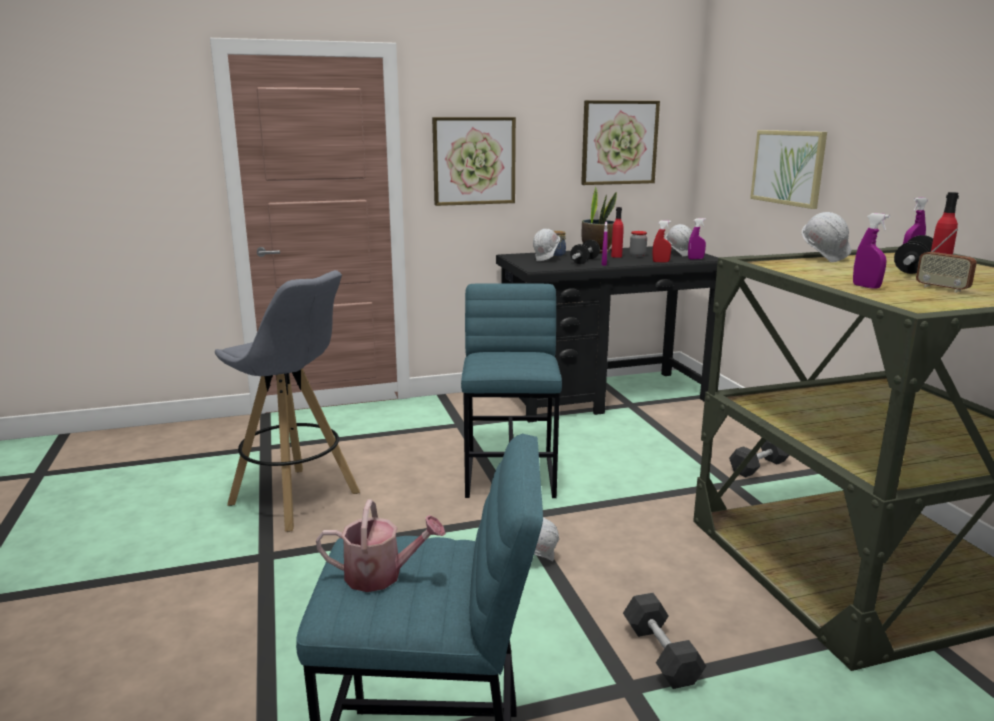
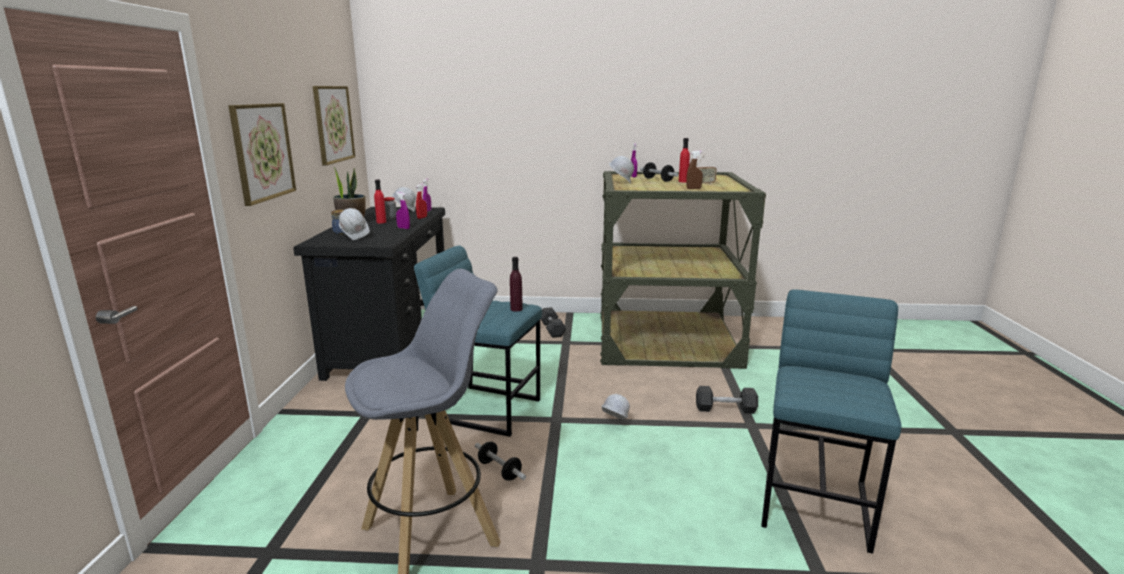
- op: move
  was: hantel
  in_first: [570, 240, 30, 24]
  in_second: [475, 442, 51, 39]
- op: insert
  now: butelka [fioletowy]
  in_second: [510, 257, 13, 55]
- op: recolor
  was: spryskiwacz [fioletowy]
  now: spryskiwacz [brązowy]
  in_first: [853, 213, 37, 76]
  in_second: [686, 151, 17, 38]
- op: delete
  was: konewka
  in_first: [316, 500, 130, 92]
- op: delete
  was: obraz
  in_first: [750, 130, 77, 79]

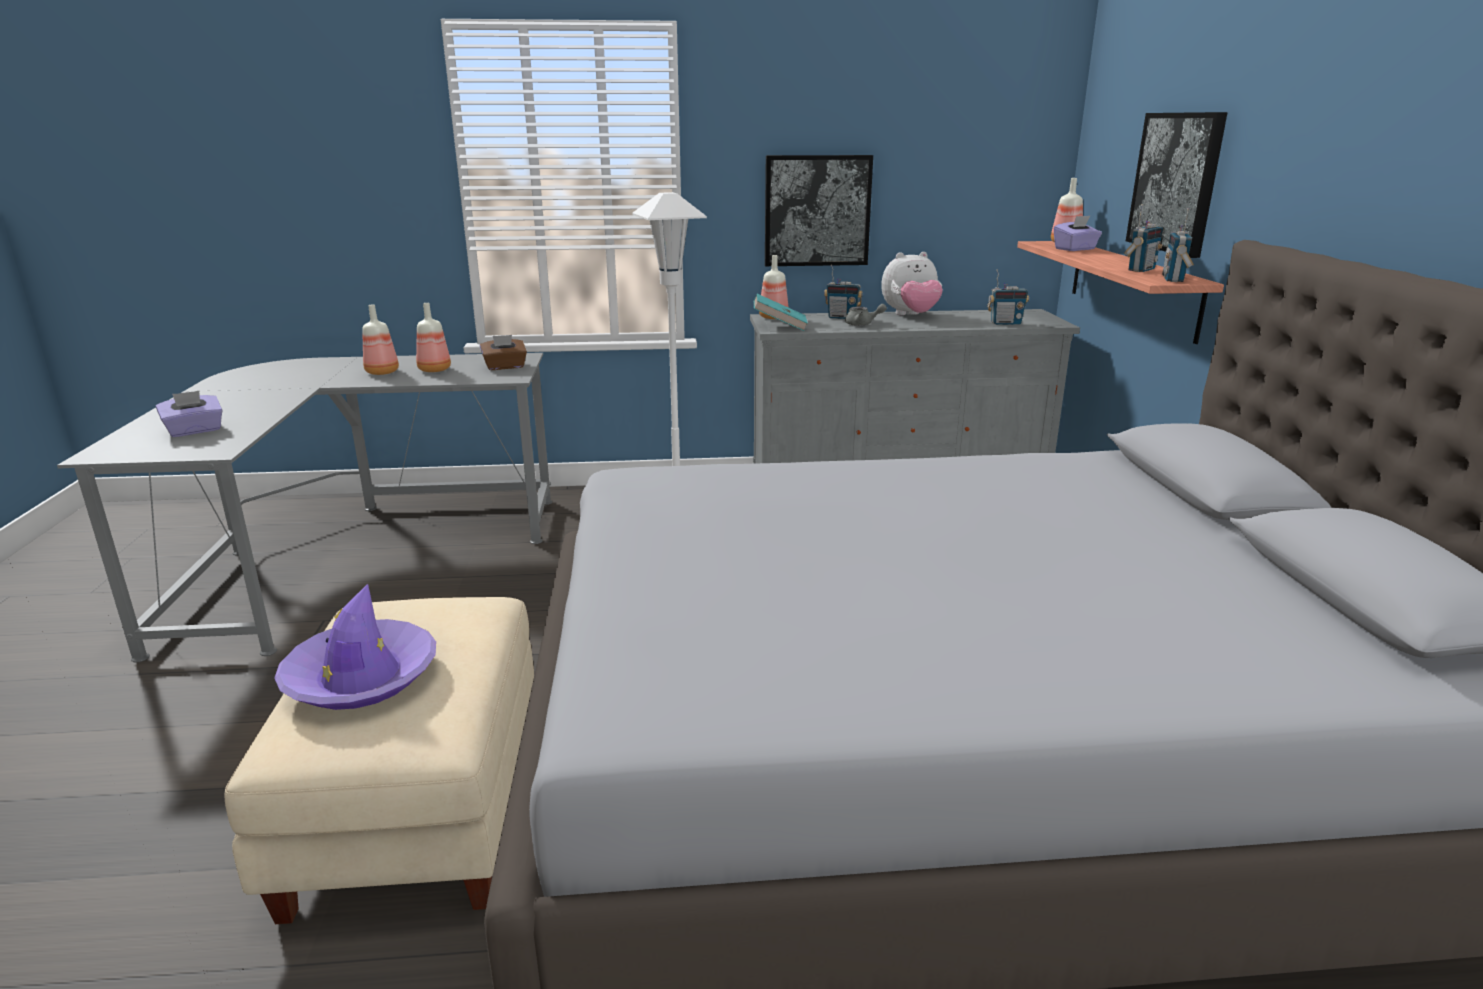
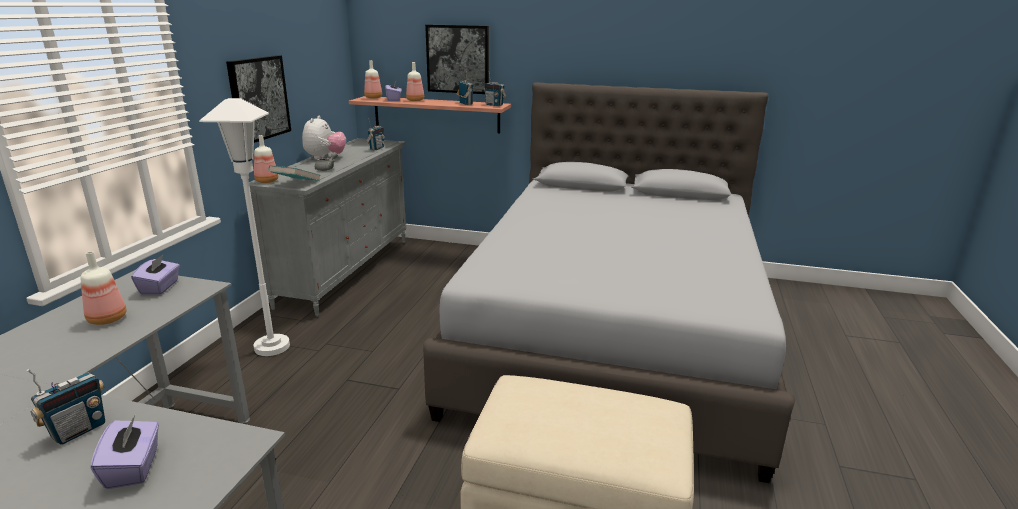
- op: move
  was: radio
  in_first: [824, 265, 39, 54]
  in_second: [27, 369, 78, 76]
- op: recolor
  was: pudełko chusteczek [brązowy]
  now: pudełko chusteczek [fioletowy]
  in_first: [480, 335, 47, 35]
  in_second: [131, 255, 49, 40]
- op: move
  was: butelka
  in_first: [362, 305, 37, 70]
  in_second: [406, 62, 18, 39]
- op: delete
  was: kapelusz [fioletowy]
  in_first: [274, 584, 162, 126]

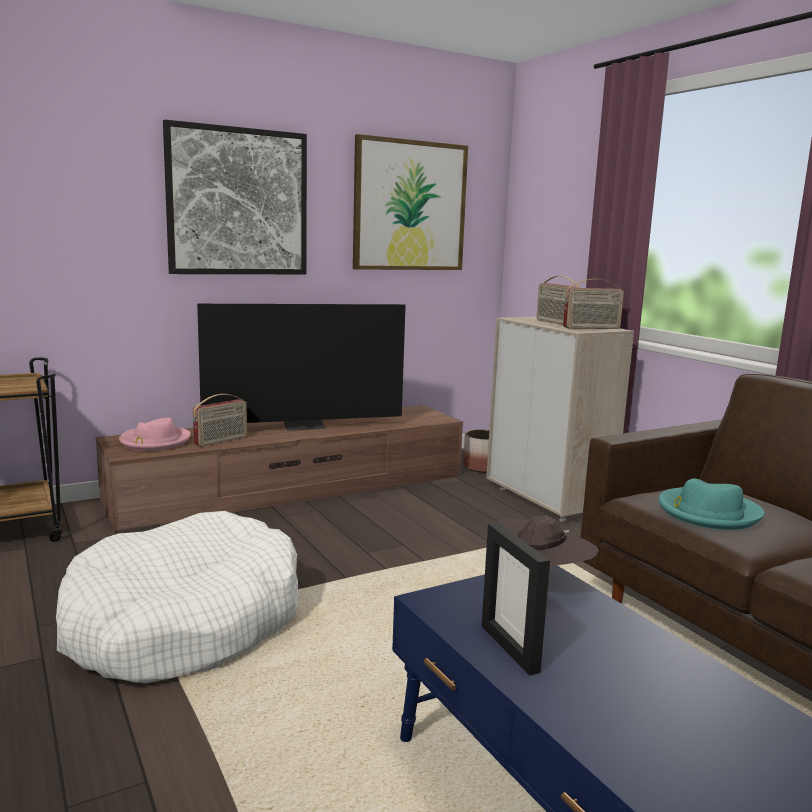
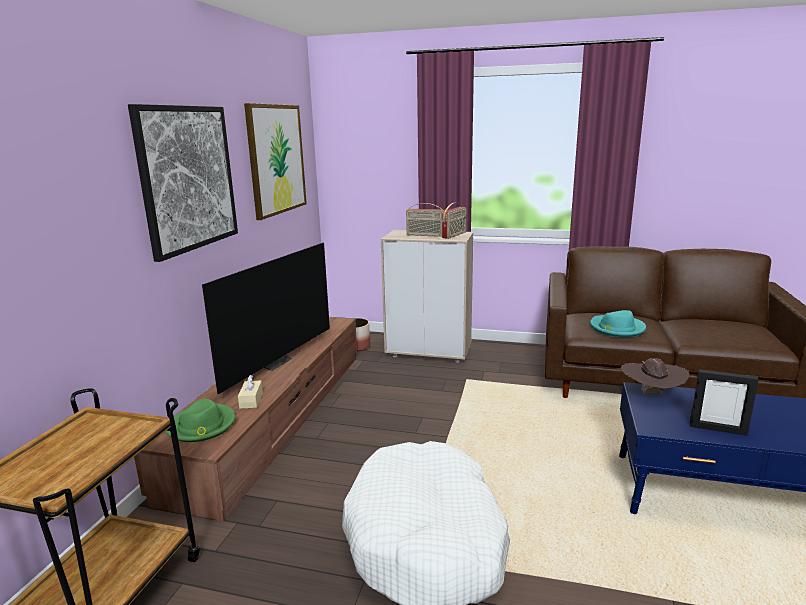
- op: recolor
  was: kapelusz [różowy]
  now: kapelusz [zielony]
  in_first: [119, 418, 71, 33]
  in_second: [165, 399, 71, 43]
- op: replace
  was: radio
  now: pudełko chusteczek [beżowy]
  in_first: [193, 394, 54, 53]
  in_second: [238, 375, 25, 34]

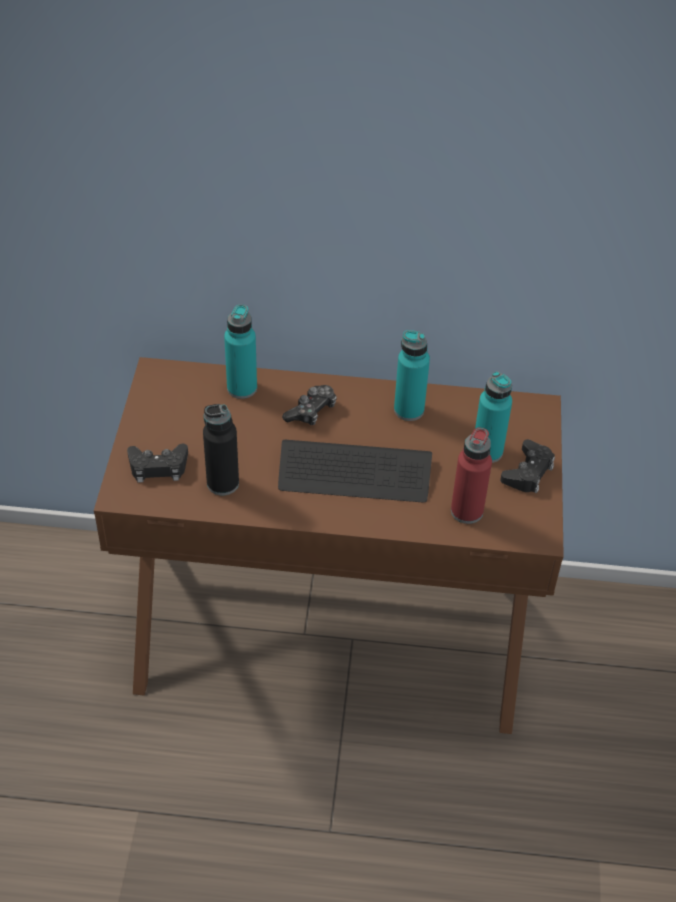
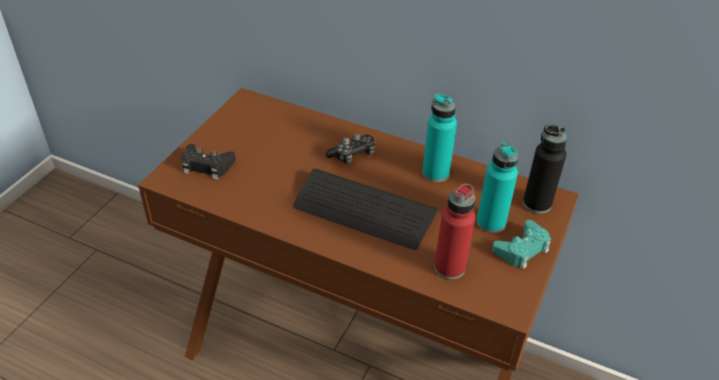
- op: recolor
  was: pad do gier [czarny]
  now: pad do gier [turkusowy]
  in_first: [500, 439, 55, 54]
  in_second: [492, 220, 59, 49]
- op: move
  was: butelka [czarny]
  in_first: [203, 404, 36, 91]
  in_second: [523, 125, 44, 89]
- op: delete
  was: butelka [turkusowy]
  in_first: [224, 304, 33, 95]

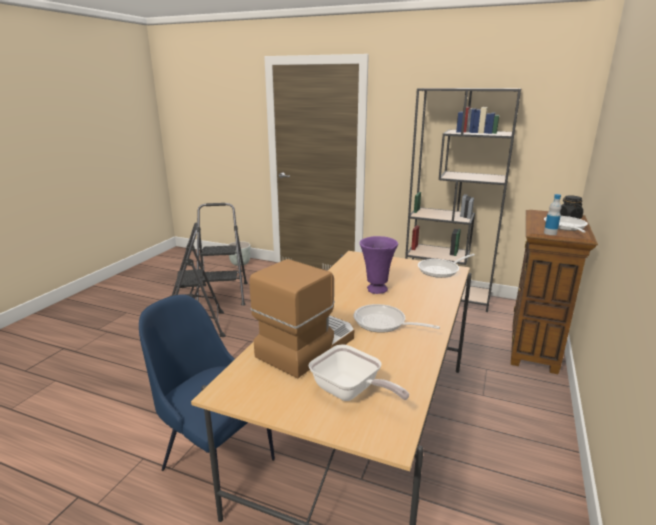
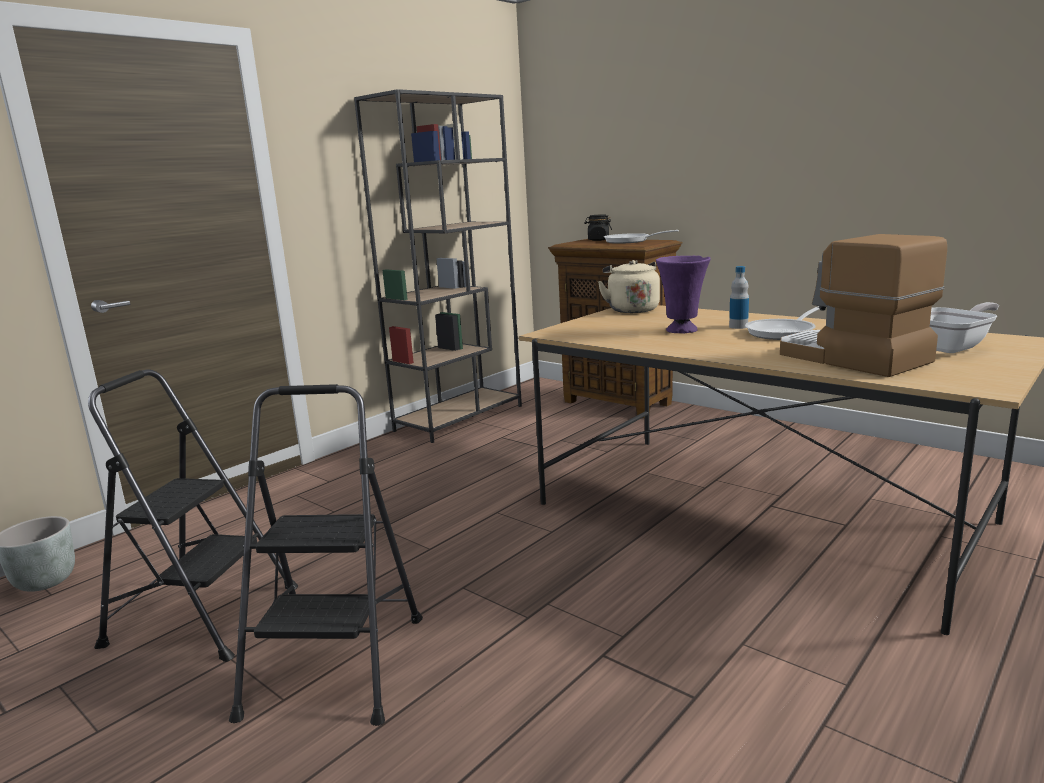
- op: replace
  was: patelnia
  now: czajnik [beżowy]
  in_first: [418, 254, 57, 24]
  in_second: [598, 260, 62, 53]
- op: move
  was: butelka
  in_first: [544, 194, 17, 41]
  in_second: [729, 266, 20, 63]
- op: delete
  was: krzesło [niebieski]
  in_first: [139, 294, 136, 211]

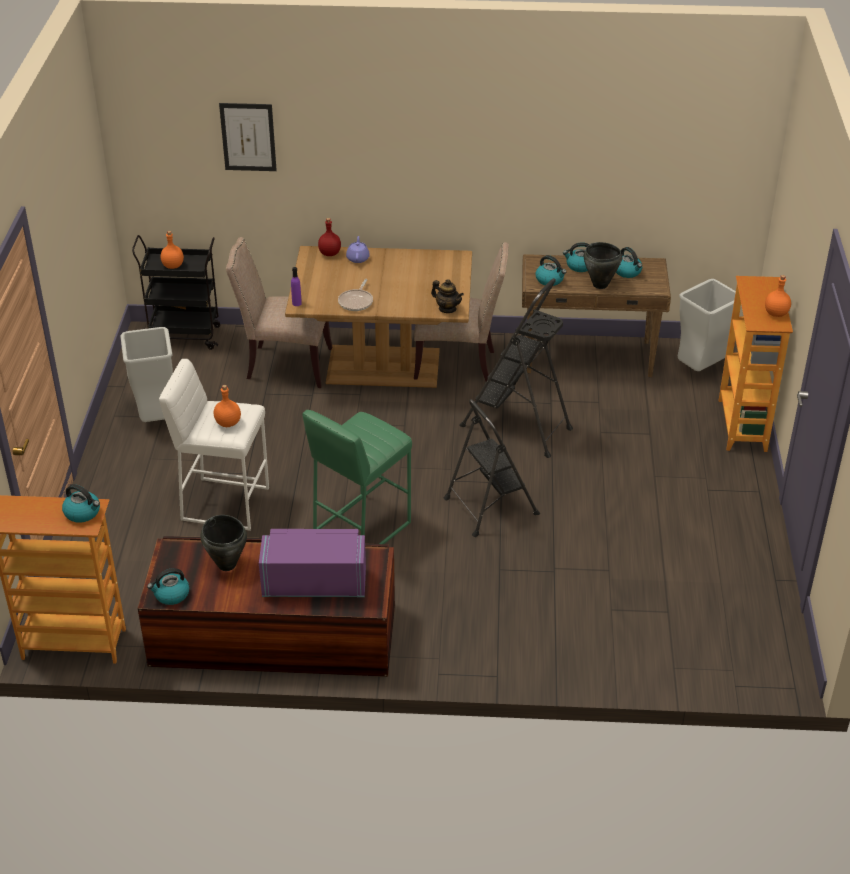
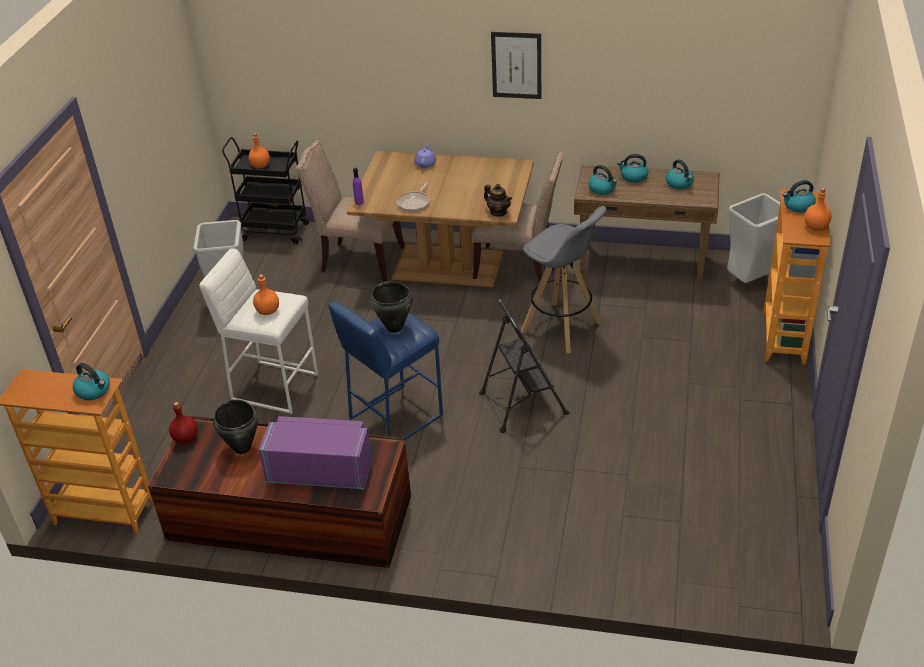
- op: move
  was: butelka [czerwony]
  in_first: [318, 218, 23, 38]
  in_second: [169, 402, 29, 42]
- op: recolor
  was: stołek [zielony]
  now: stołek [niebieski]
  in_first: [302, 410, 110, 134]
  in_second: [328, 302, 115, 138]
- op: move
  was: garnek [czarny]
  in_first: [584, 242, 38, 47]
  in_second: [371, 281, 42, 52]
- op: move
  was: obraz
  in_first: [219, 103, 58, 68]
  in_second: [491, 32, 50, 67]
- op: replace
  was: drabinka
  now: stołek [szary]
  in_first: [459, 278, 114, 180]
  in_second: [521, 206, 86, 147]
- op: move
  was: czajnik
  in_first: [147, 568, 42, 37]
  in_second: [783, 180, 33, 33]

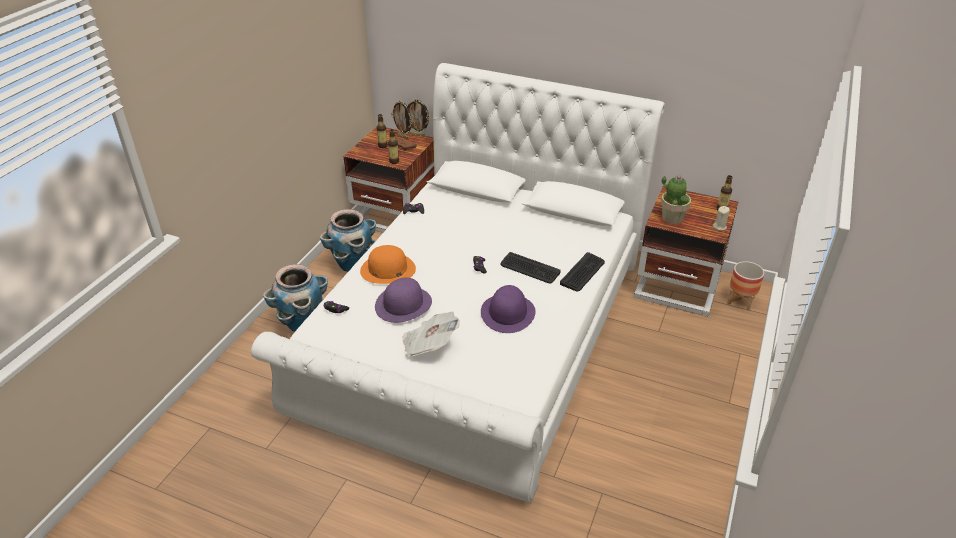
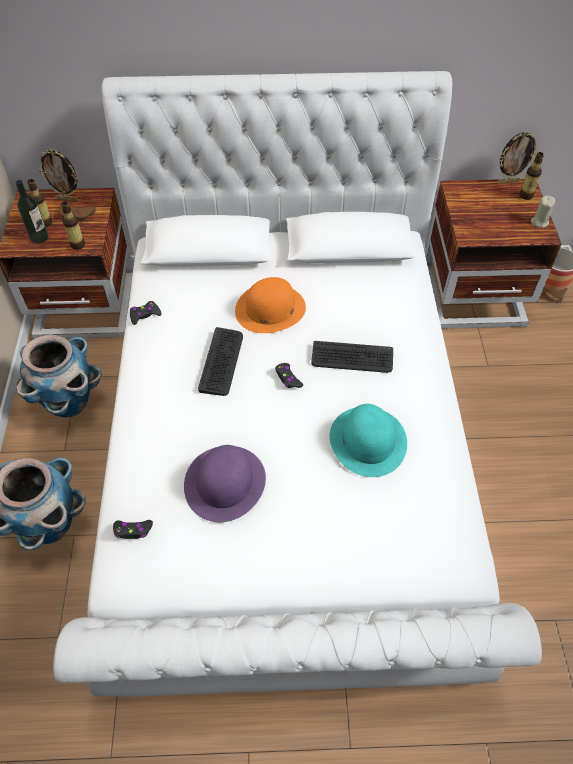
- op: insert
  now: butelka
  in_second: [15, 180, 34, 64]
- op: move
  was: klawiatura
  in_first: [560, 252, 45, 40]
  in_second: [198, 327, 45, 69]
- op: move
  was: kapelusz [pomarańczowy]
  in_first: [360, 245, 56, 39]
  in_second: [235, 277, 71, 56]
- op: recolor
  was: kapelusz [fioletowy]
  now: kapelusz [turkusowy]
  in_first: [481, 285, 55, 48]
  in_second: [330, 404, 77, 73]
- op: move
  was: ramka na zdjęcie
  in_first: [408, 99, 22, 38]
  in_second: [499, 131, 38, 53]
- op: delete
  was: gazeta
  in_first: [402, 312, 58, 45]
- op: delete
  was: roślina doniczkowa
  in_first: [661, 175, 30, 49]

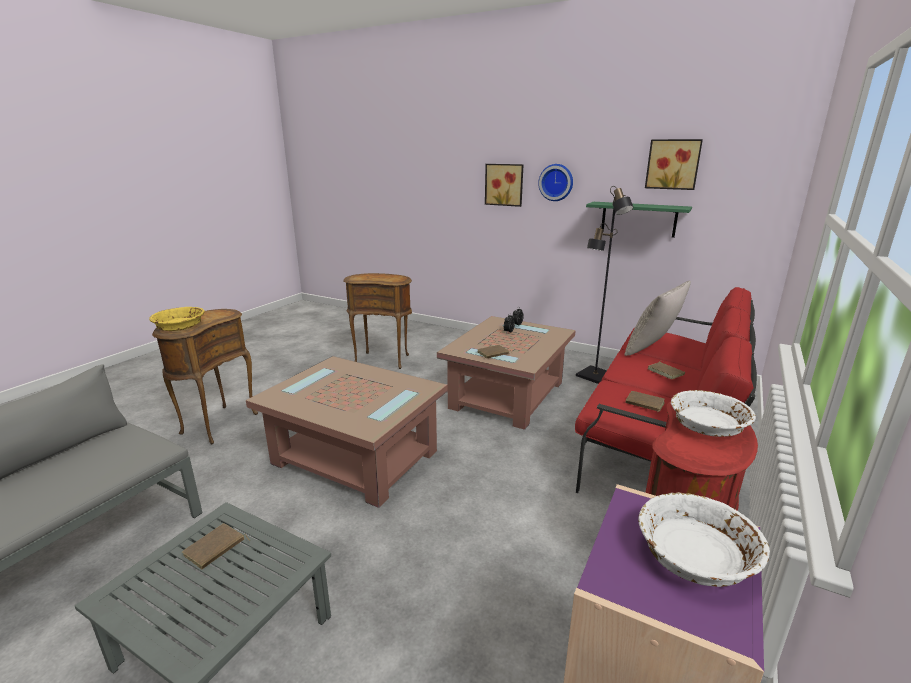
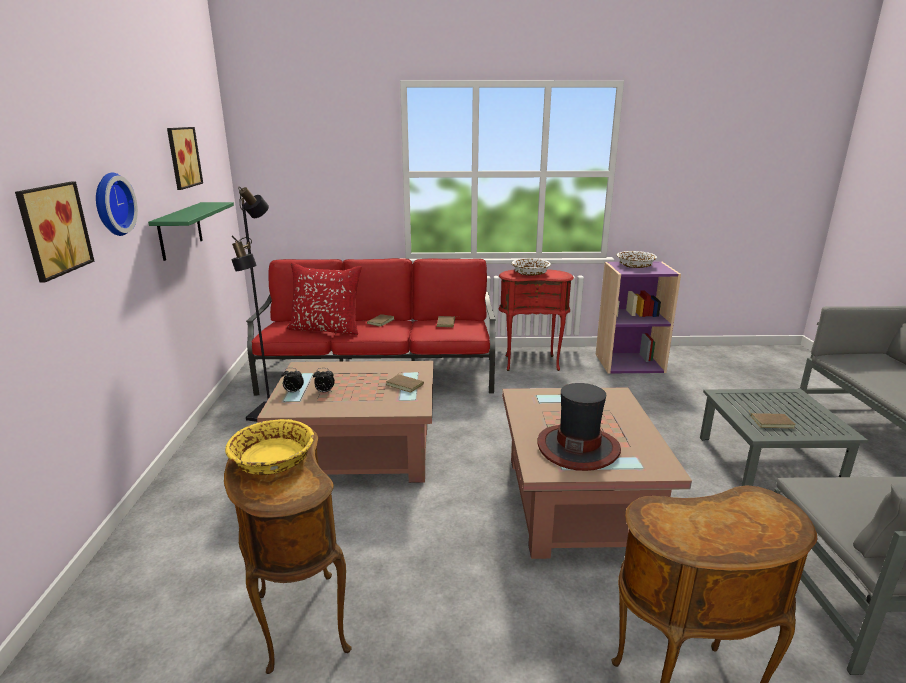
- op: move
  was: miska [żółty]
  in_first: [149, 307, 56, 24]
  in_second: [225, 419, 89, 56]
- op: recolor
  was: poduszka [szary]
  now: poduszka [czerwony]
  in_first: [625, 280, 66, 76]
  in_second: [287, 263, 75, 72]
- op: insert
  now: kapelusz
  in_second: [537, 383, 84, 88]

